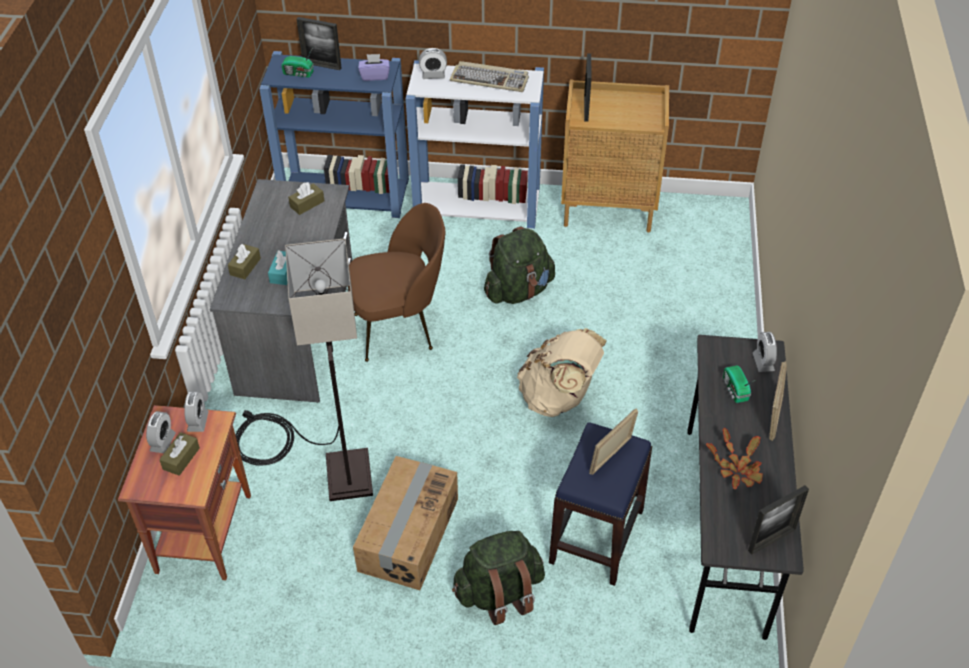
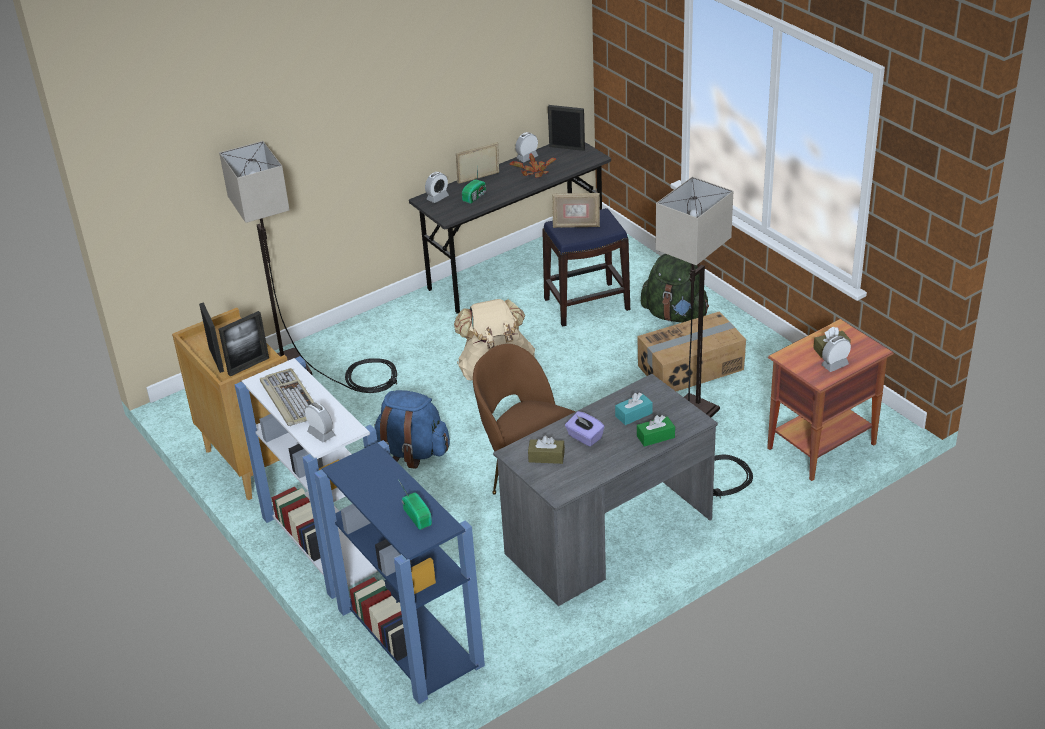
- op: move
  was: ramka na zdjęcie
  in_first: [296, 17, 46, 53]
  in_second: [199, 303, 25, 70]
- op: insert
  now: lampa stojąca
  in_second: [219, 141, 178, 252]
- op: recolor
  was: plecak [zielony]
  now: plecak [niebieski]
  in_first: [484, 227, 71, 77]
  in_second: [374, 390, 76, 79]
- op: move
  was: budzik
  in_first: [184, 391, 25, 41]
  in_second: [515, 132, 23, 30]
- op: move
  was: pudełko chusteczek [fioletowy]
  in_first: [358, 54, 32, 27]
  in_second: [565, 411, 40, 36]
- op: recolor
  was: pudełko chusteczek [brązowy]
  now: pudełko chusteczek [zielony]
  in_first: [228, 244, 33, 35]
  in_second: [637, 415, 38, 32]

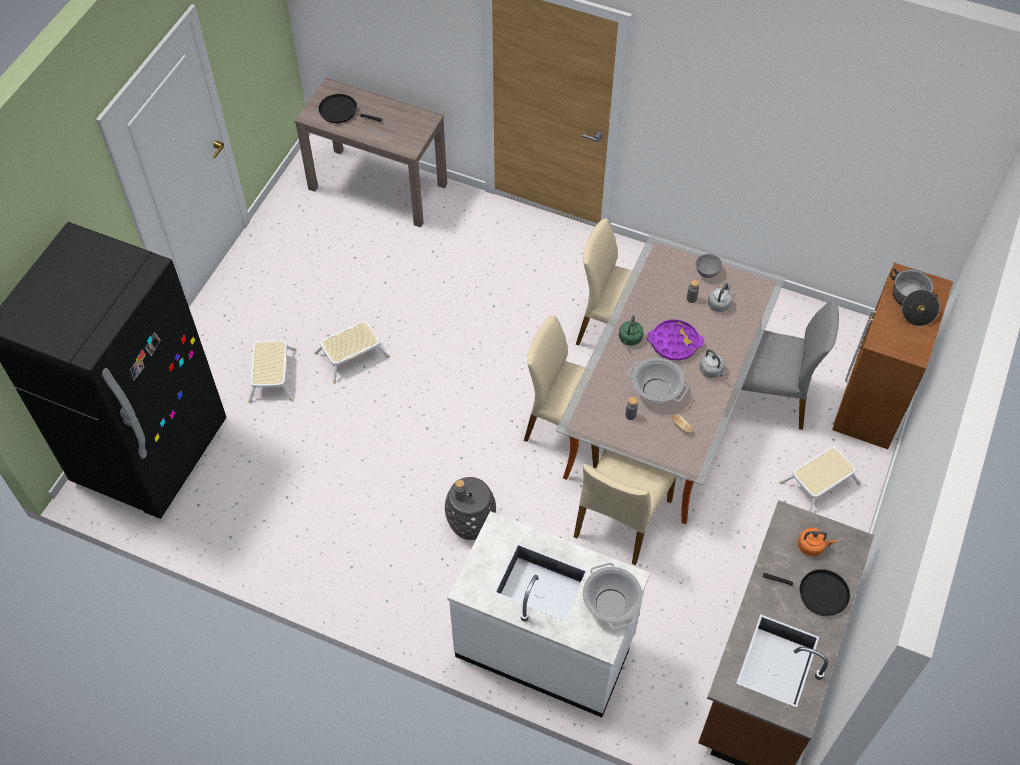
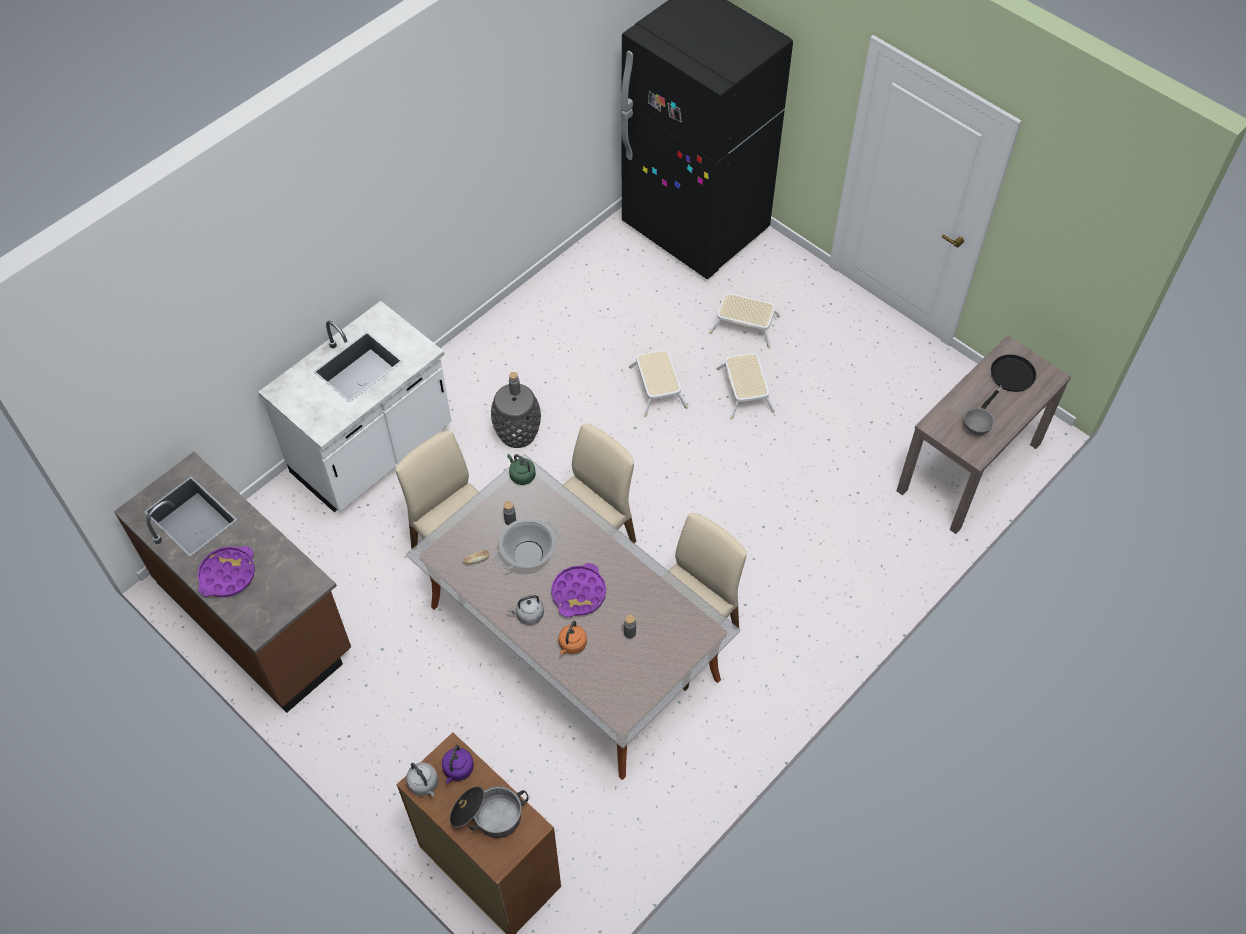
- op: replace
  was: patelnia [czarny]
  now: taca [fioletowy]
  in_first: [763, 569, 87, 47]
  in_second: [197, 546, 58, 51]
- op: move
  was: czajnik [szary]
  in_first: [708, 283, 24, 29]
  in_second: [406, 762, 32, 35]
- op: insert
  now: czajnik [fioletowy]
  in_second: [442, 745, 32, 39]
- op: move
  was: czajnik [zielony]
  in_first: [619, 315, 25, 31]
  in_second: [507, 454, 29, 31]
- op: move
  was: czajnik [pomarańczowy]
  in_first: [798, 528, 38, 29]
  in_second: [559, 621, 28, 33]
- op: move
  was: drabinka [beżowy]
  in_first: [779, 446, 81, 66]
  in_second: [629, 350, 59, 67]
- op: move
  was: miska [szary]
  in_first: [696, 254, 26, 24]
  in_second: [964, 408, 30, 27]
- op: delete
  was: garnek
  in_first: [583, 563, 60, 66]
- op: delete
  was: krzesło [szary]
  in_first: [741, 300, 98, 130]

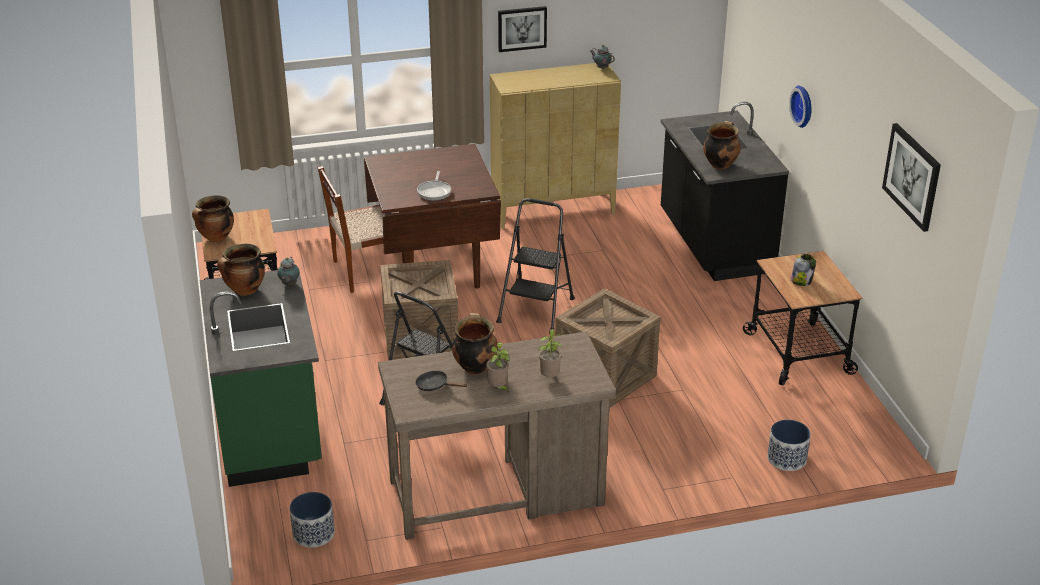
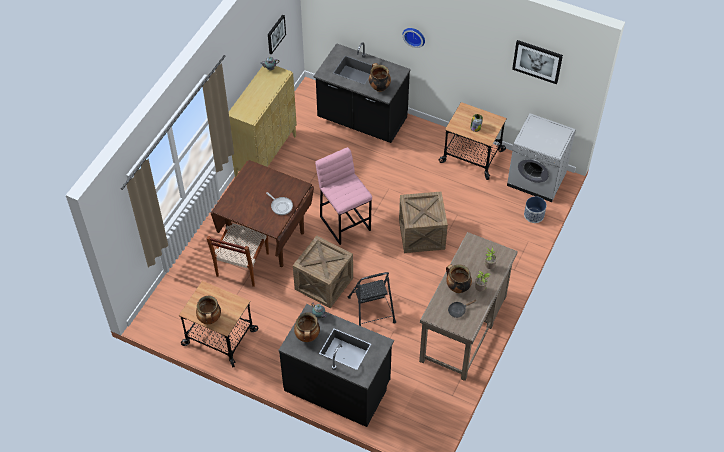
- op: move
  was: obraz
  in_first: [498, 6, 49, 46]
  in_second: [268, 15, 18, 40]
- op: recolor
  was: zabudowa kuchenna [zielony]
  now: zabudowa kuchenna [czarny]
  in_first: [200, 267, 122, 220]
  in_second: [278, 304, 116, 123]
- op: replace
  was: drabinka [czarny]
  now: stołek [różowy]
  in_first: [496, 198, 79, 136]
  in_second: [315, 147, 57, 98]
- op: insert
  now: pralka [biały]
  in_second: [507, 113, 69, 89]
- op: delete
  was: donica
  in_first: [290, 492, 45, 56]

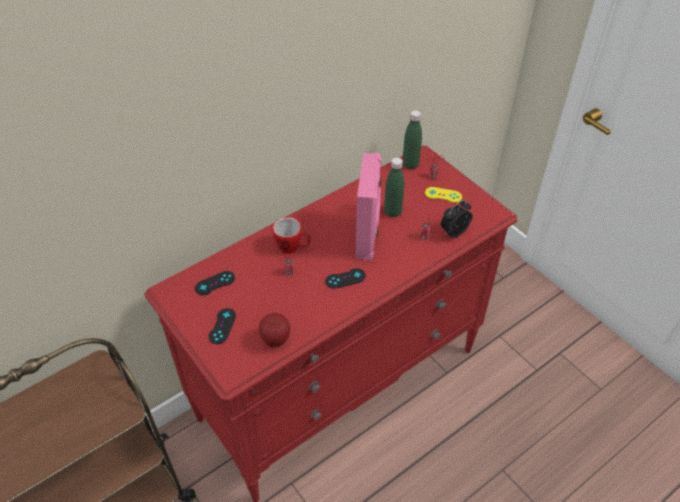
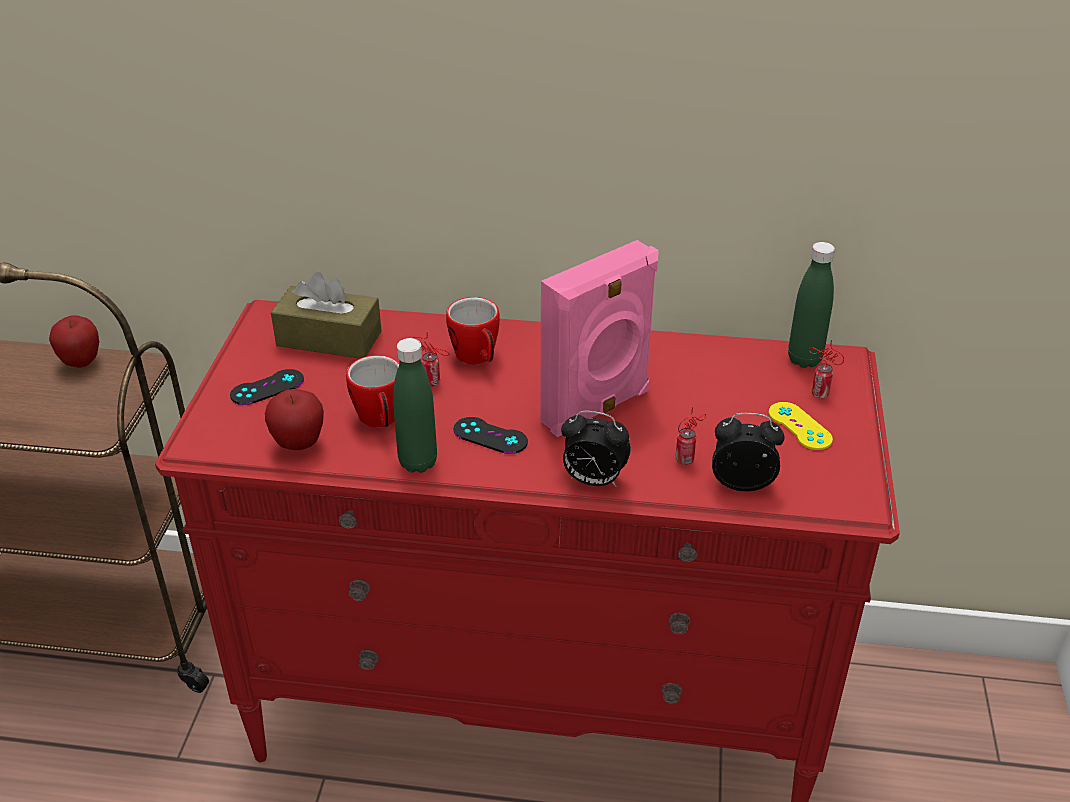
- op: insert
  now: jabłko
  in_second: [49, 315, 50, 53]
- op: replace
  was: pad do gier [czarny]
  now: pudełko chusteczek [brązowy]
  in_first: [195, 271, 40, 24]
  in_second: [271, 272, 111, 87]
- op: insert
  now: kubek
  in_second: [346, 355, 54, 73]
- op: move
  was: butelka [zielony]
  in_first: [384, 157, 20, 60]
  in_second: [393, 338, 44, 135]
- op: insert
  now: budzik
  in_second: [561, 411, 70, 76]

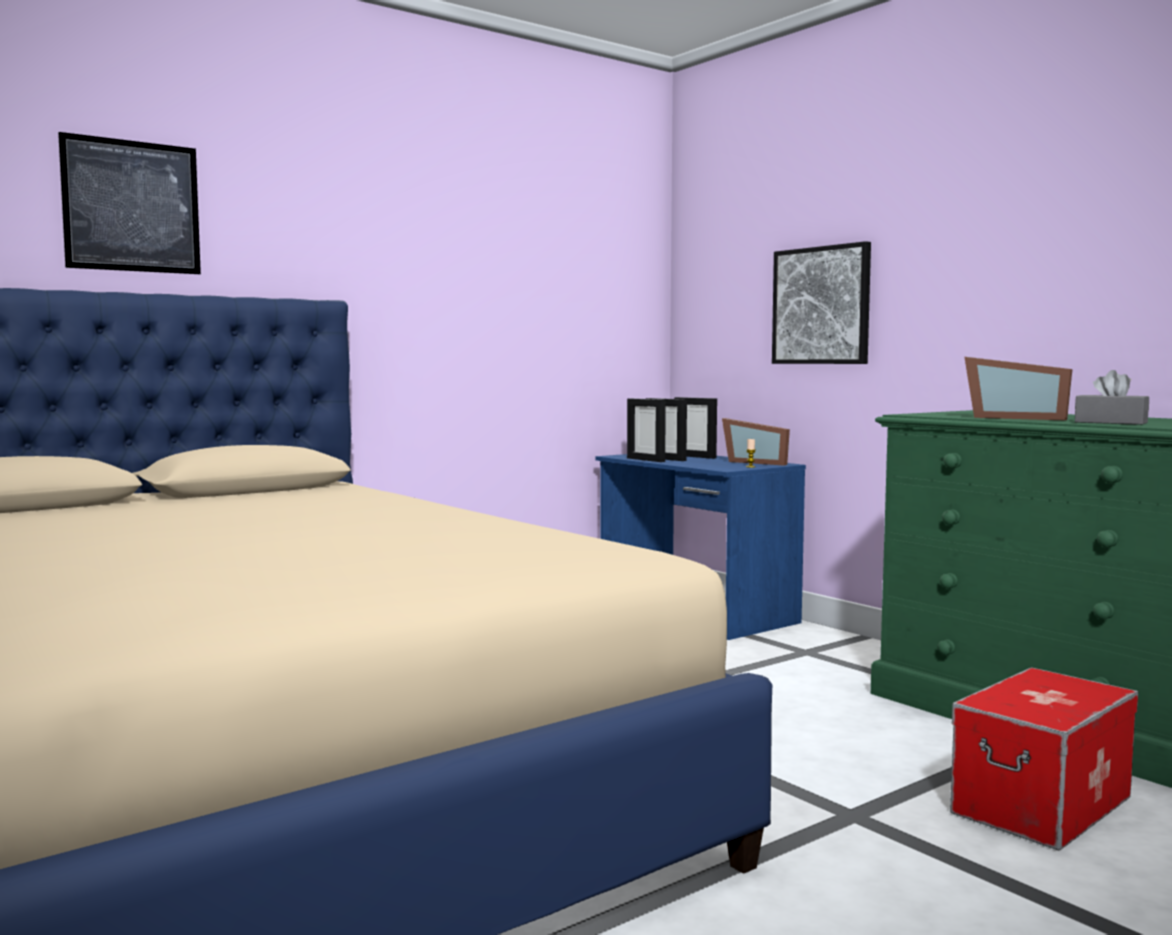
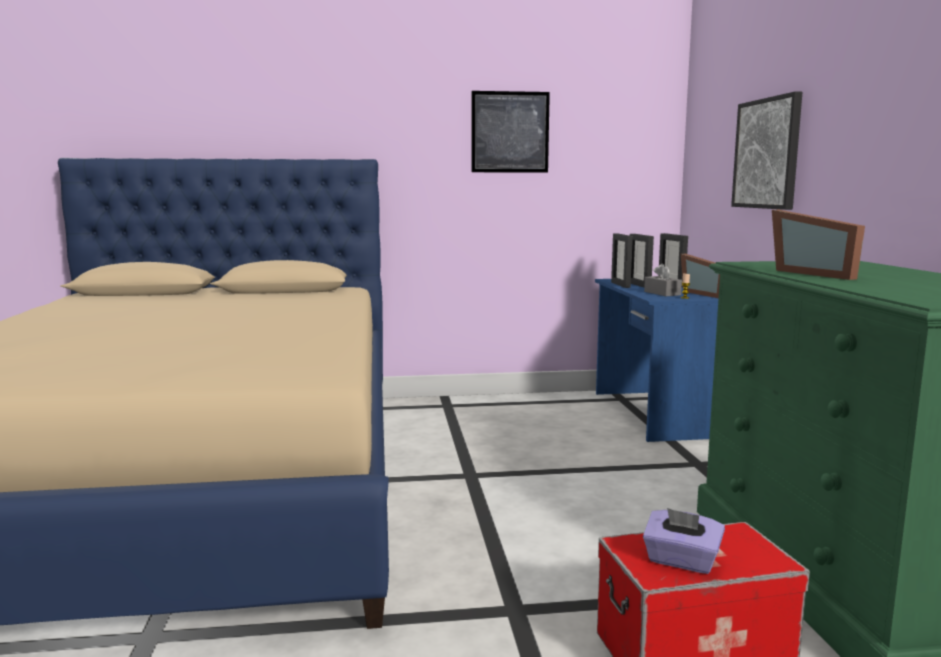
- op: move
  was: obraz
  in_first: [58, 132, 143, 142]
  in_second: [472, 91, 78, 82]
- op: insert
  now: pudełko chusteczek [fioletowy]
  in_second: [643, 508, 82, 66]
- op: move
  was: pudełko chusteczek [szary]
  in_first: [1075, 370, 74, 55]
  in_second: [644, 264, 38, 32]

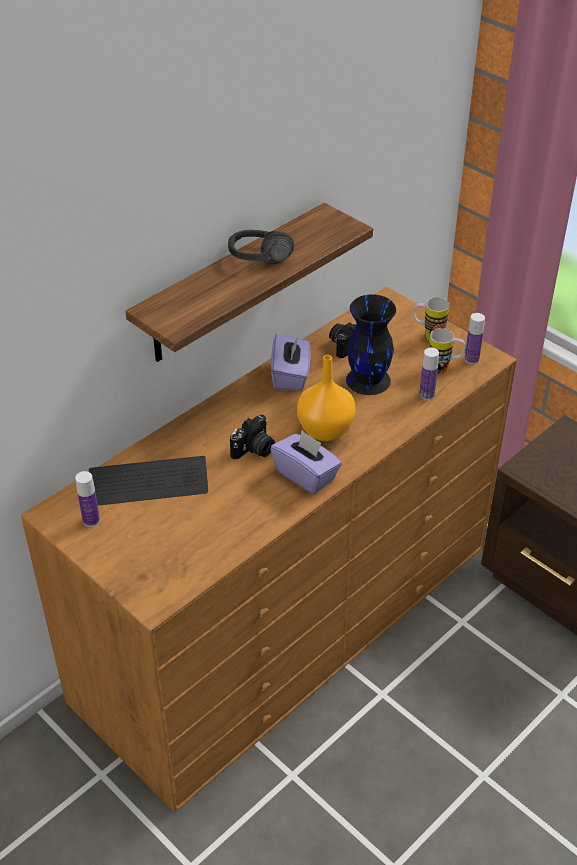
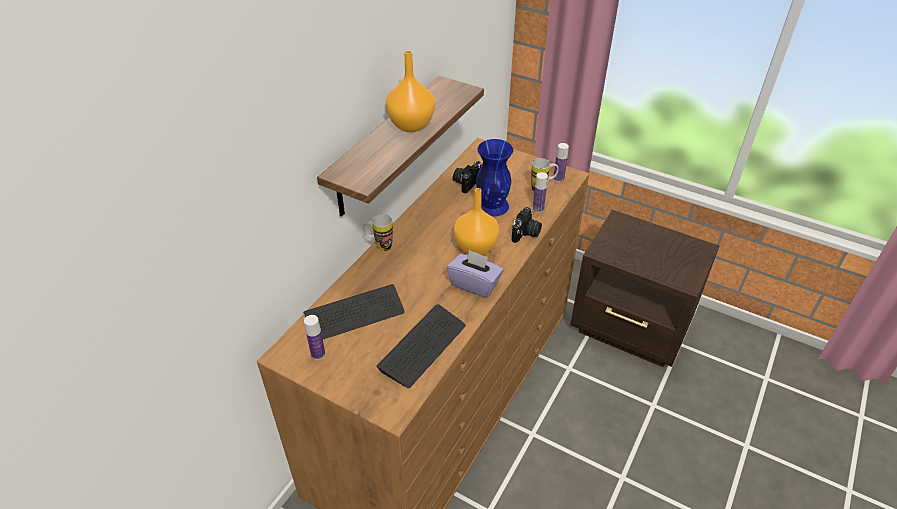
- op: move
  was: kubek
  in_first: [413, 297, 36, 44]
  in_second: [363, 214, 30, 37]
- op: insert
  now: klawiatura
  in_second: [376, 304, 89, 84]
- op: replace
  was: słuchawki [czarny]
  now: wazon [pomarańczowy]
  in_first: [228, 230, 66, 34]
  in_second: [386, 51, 49, 81]
- op: recolor
  was: wazon [czarny]
  now: wazon [niebieski]
  in_first: [346, 294, 50, 101]
  in_second: [476, 139, 37, 78]
- op: move
  was: aparat fotograficzny
  in_first: [230, 415, 45, 45]
  in_second: [512, 207, 30, 36]
- op: delete
  was: pudełko chusteczek [fioletowy]
  in_first: [271, 334, 40, 56]

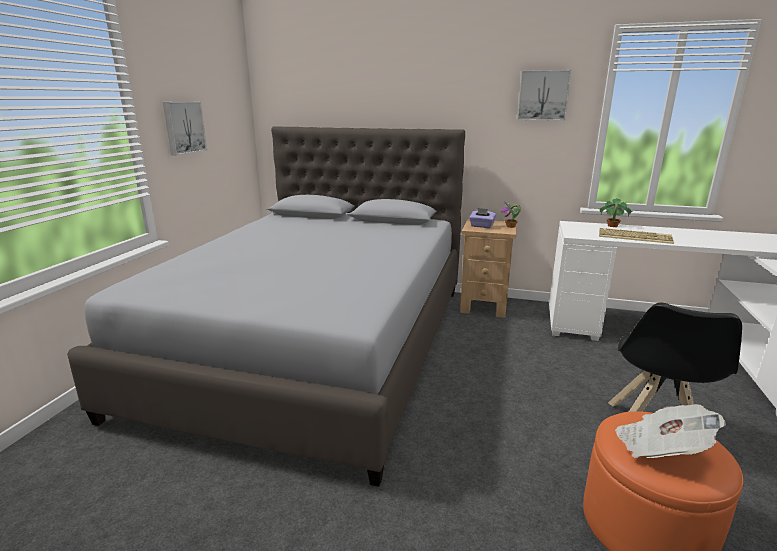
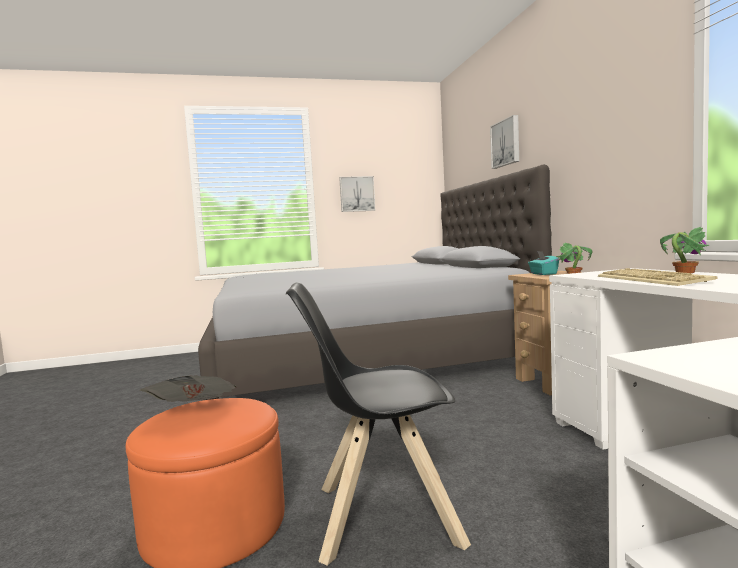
- op: move
  was: obraz
  in_first: [517, 70, 54, 51]
  in_second: [490, 115, 29, 54]
- op: recolor
  was: pudełko chusteczek [fioletowy]
  now: pudełko chusteczek [turkusowy]
  in_first: [469, 208, 27, 20]
  in_second: [528, 251, 31, 24]

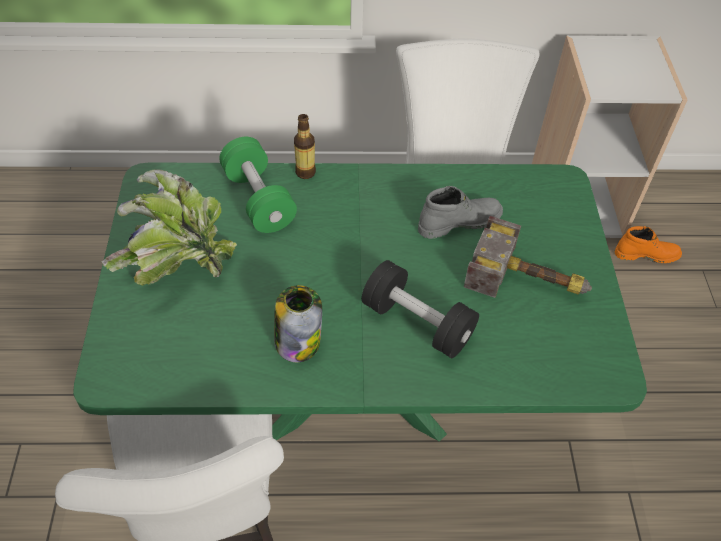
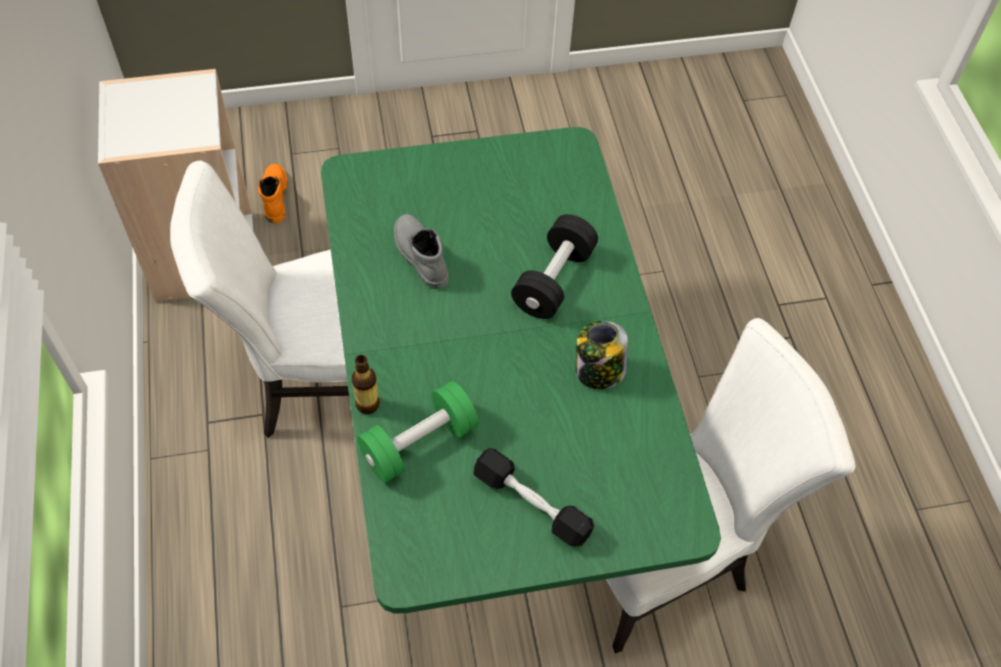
- op: replace
  was: roślina doniczkowa
  now: hantel [czarny]
  in_first: [101, 169, 136, 117]
  in_second: [473, 448, 121, 98]
- op: delete
  was: młotek
  in_first: [464, 216, 128, 82]

